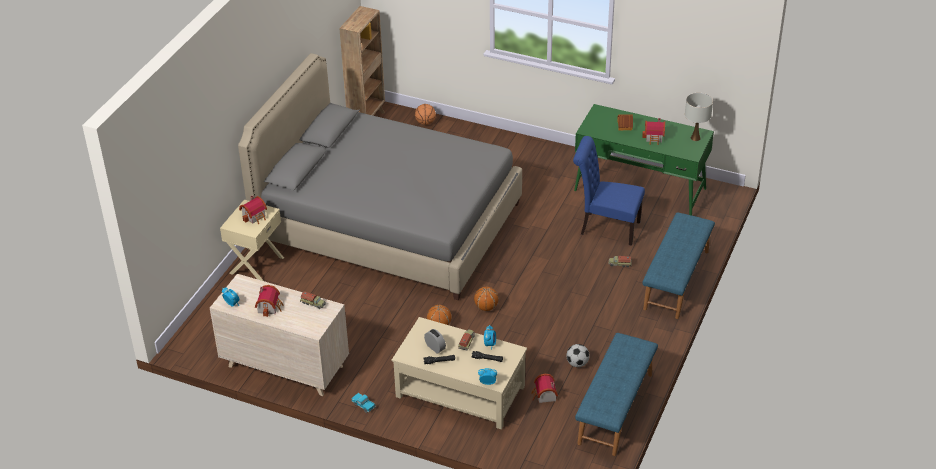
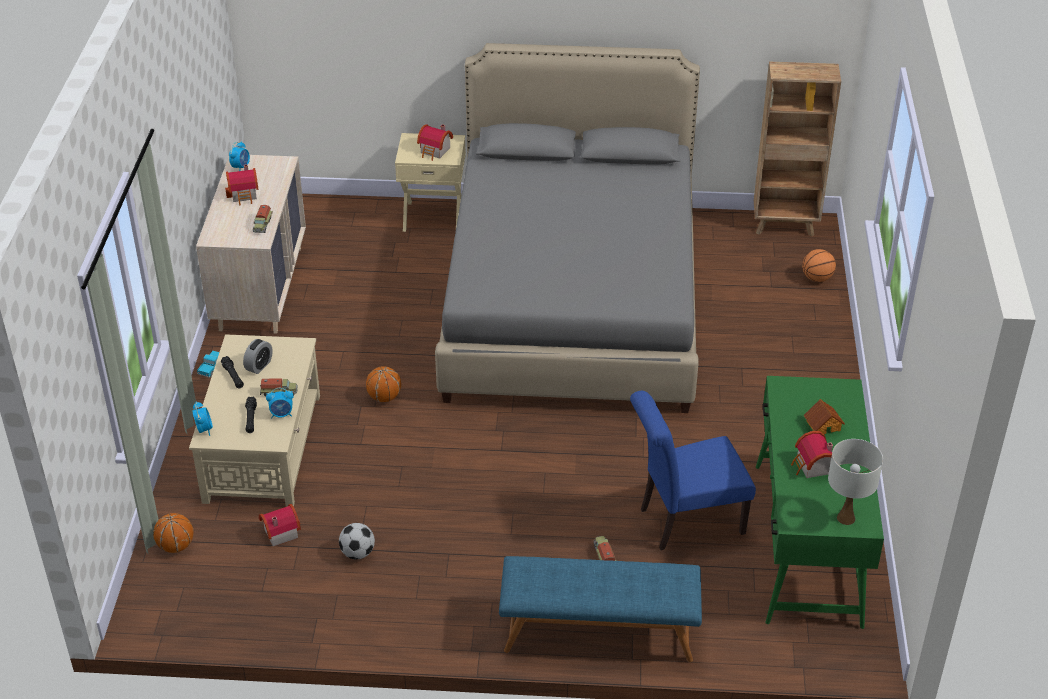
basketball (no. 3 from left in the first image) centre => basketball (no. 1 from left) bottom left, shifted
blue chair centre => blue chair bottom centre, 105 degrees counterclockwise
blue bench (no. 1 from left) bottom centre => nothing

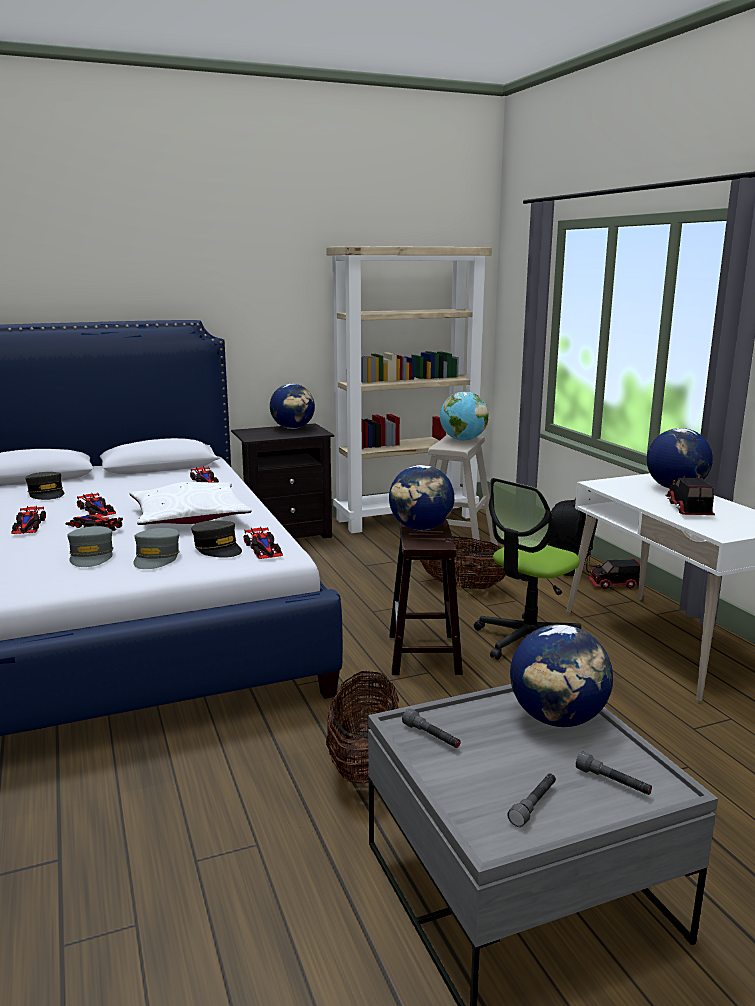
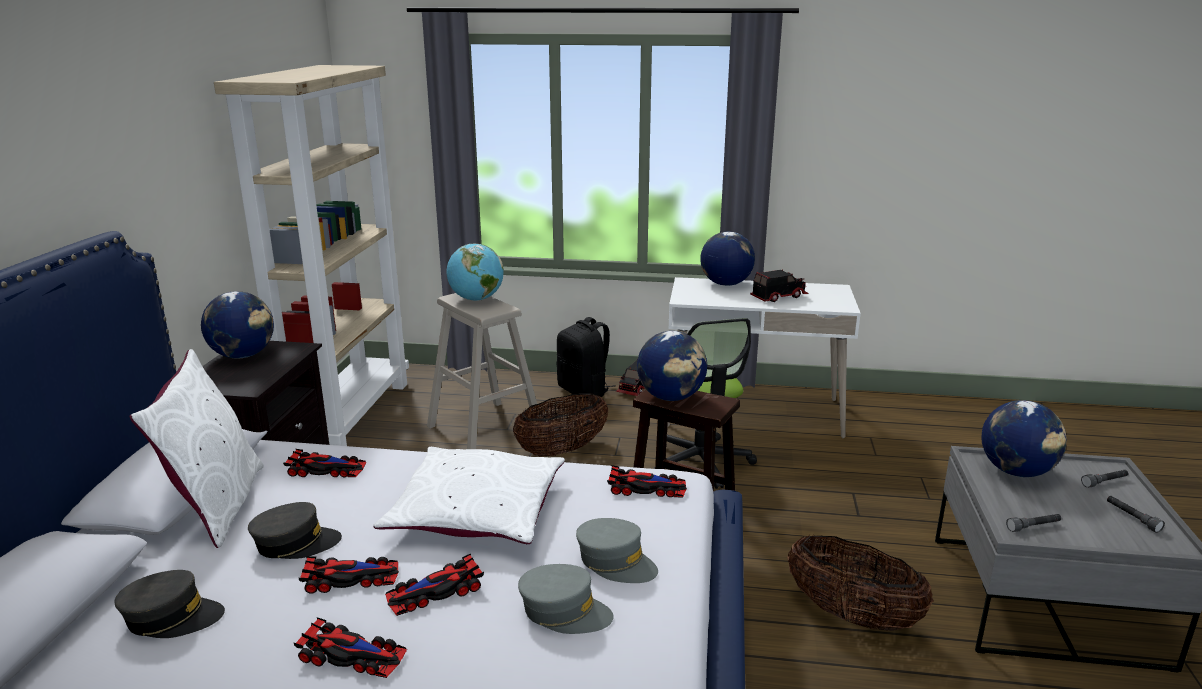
grey cap (no. 4 from left in the first image) middle left => grey cap (no. 2 from left) bottom left, shifted
toy truck (no. 2 from left) middle right => toy truck (no. 2 from left) centre, 120 degrees clockwise
nothing => white pillow (no. 1 from left) middle left

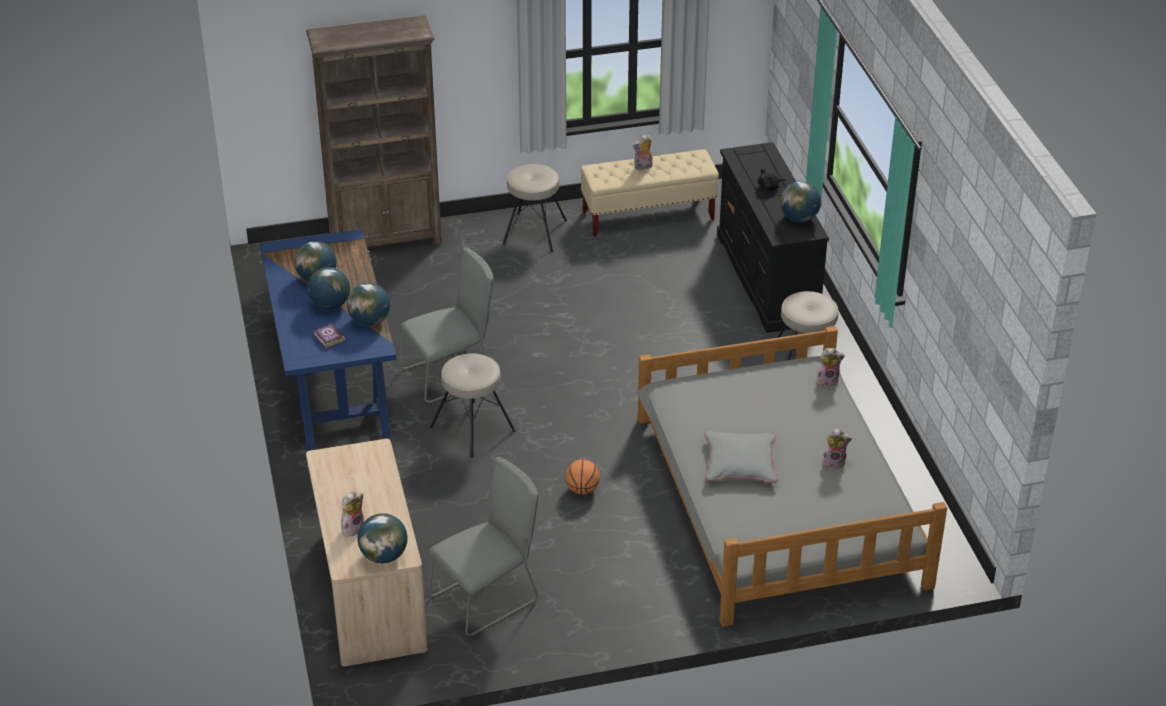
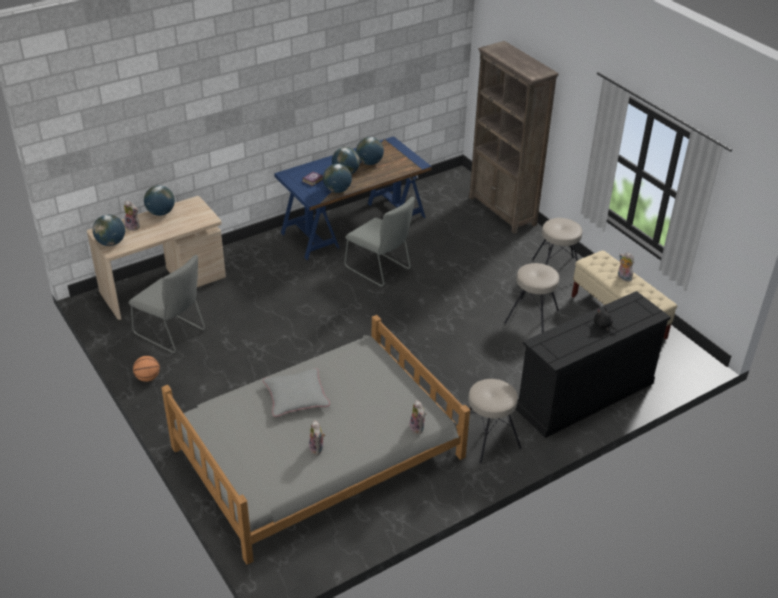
beige stool (no. 1 from left in the first image) centre => beige stool (no. 2 from left) middle right, shifted
basketball bottom centre => basketball middle left, shifted
globe (no. 5 from left in the first image) top right => globe (no. 2 from left) middle left, shifted

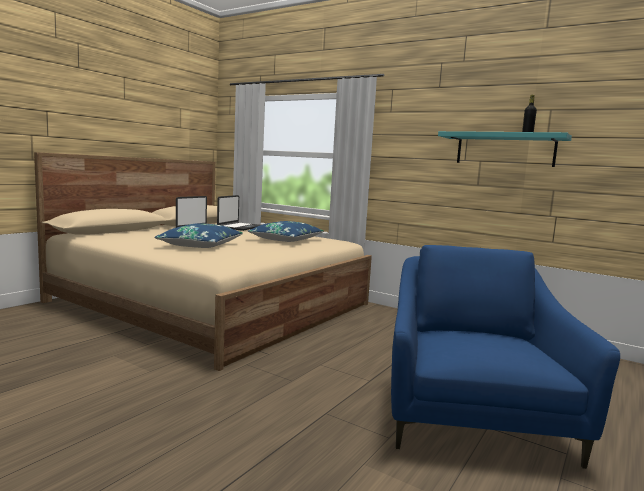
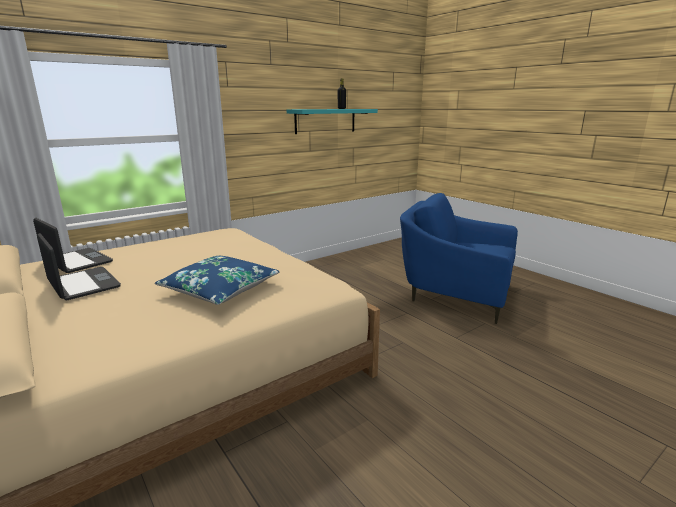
blue pillow (no. 2 from left) centre => nothing

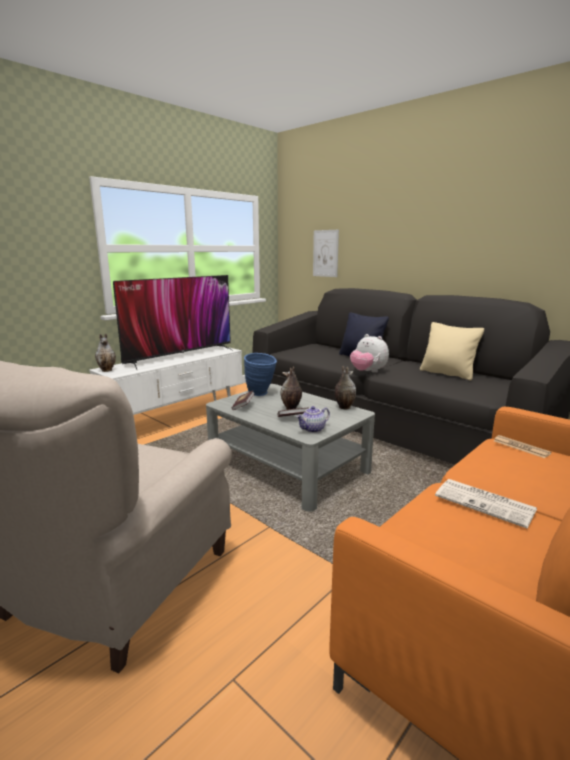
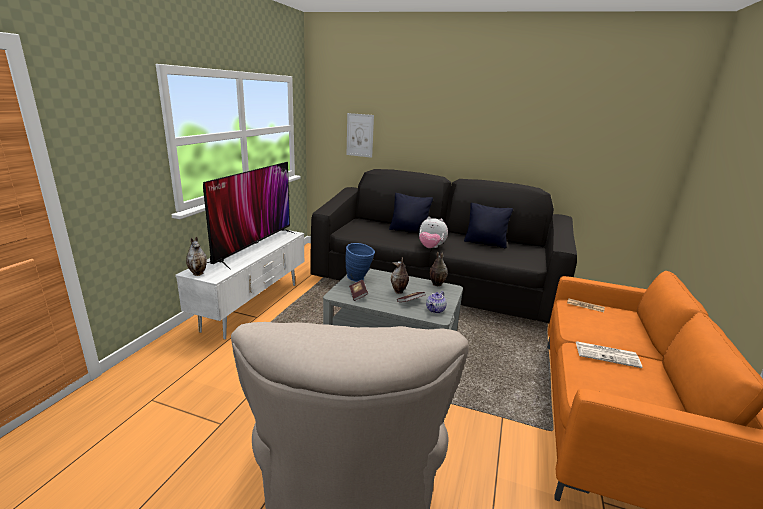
beige pillow middle right => black pillow (no. 2 from left) centre

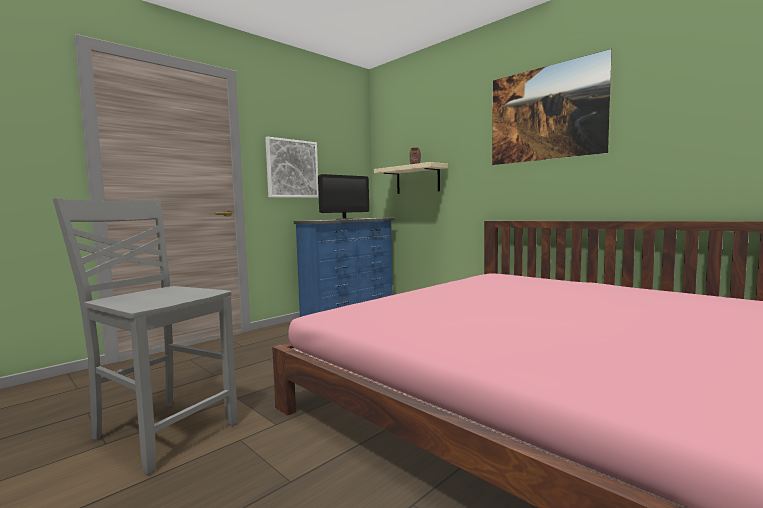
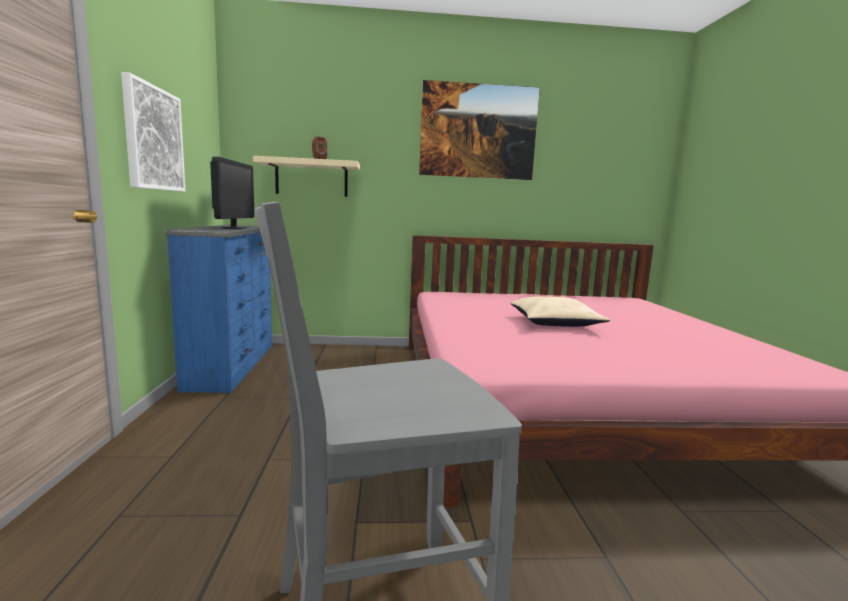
nothing => beige pillow centre

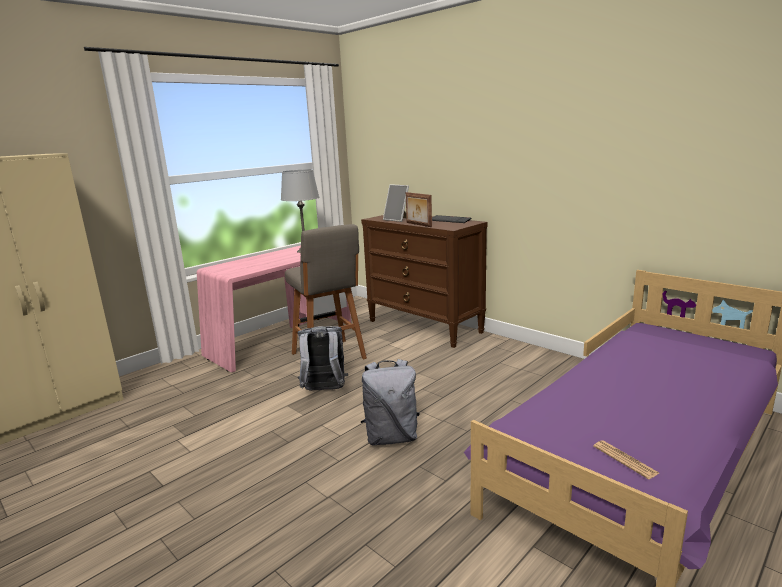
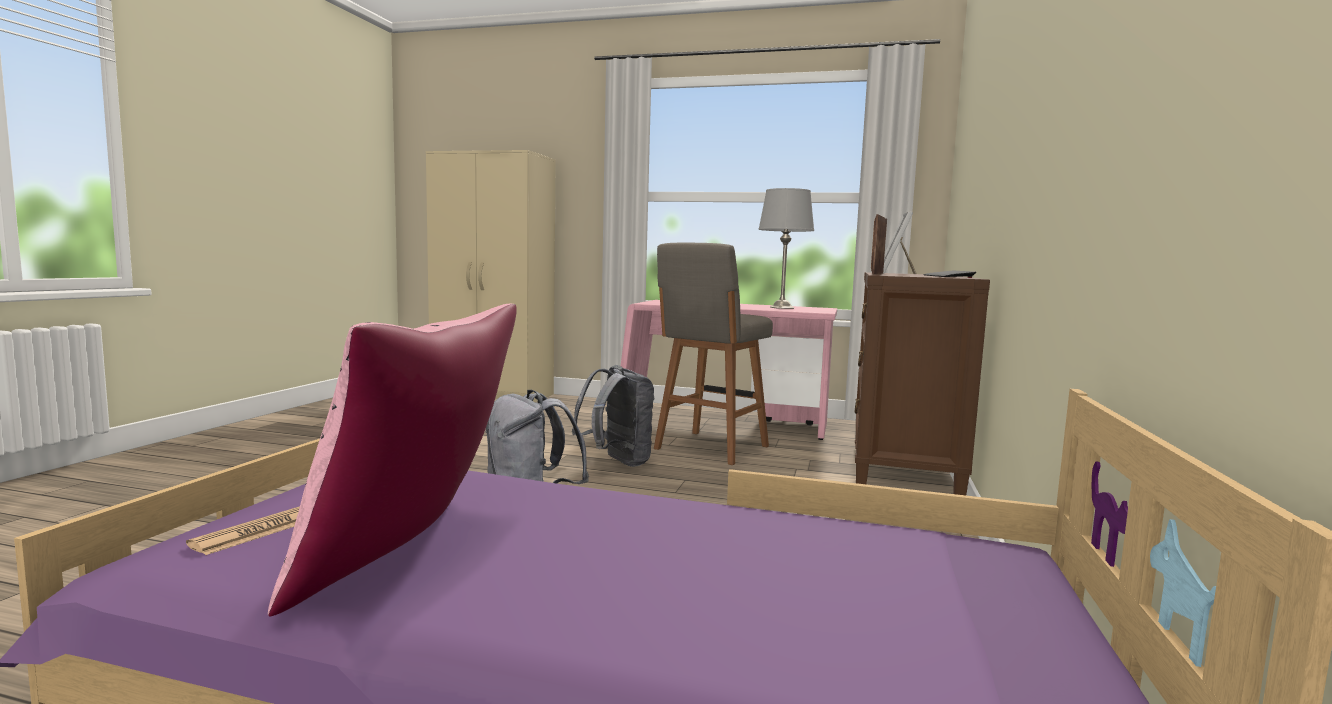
nothing => pink pillow middle left

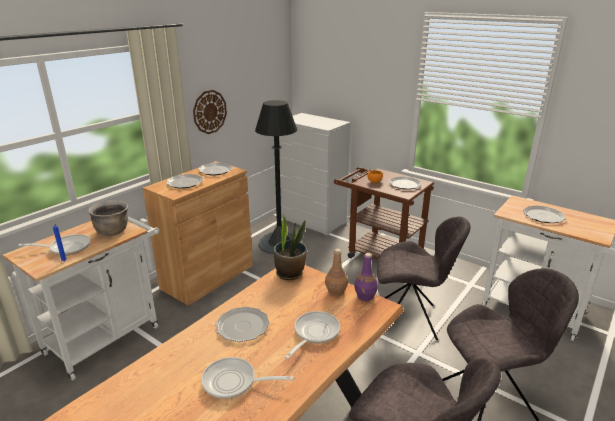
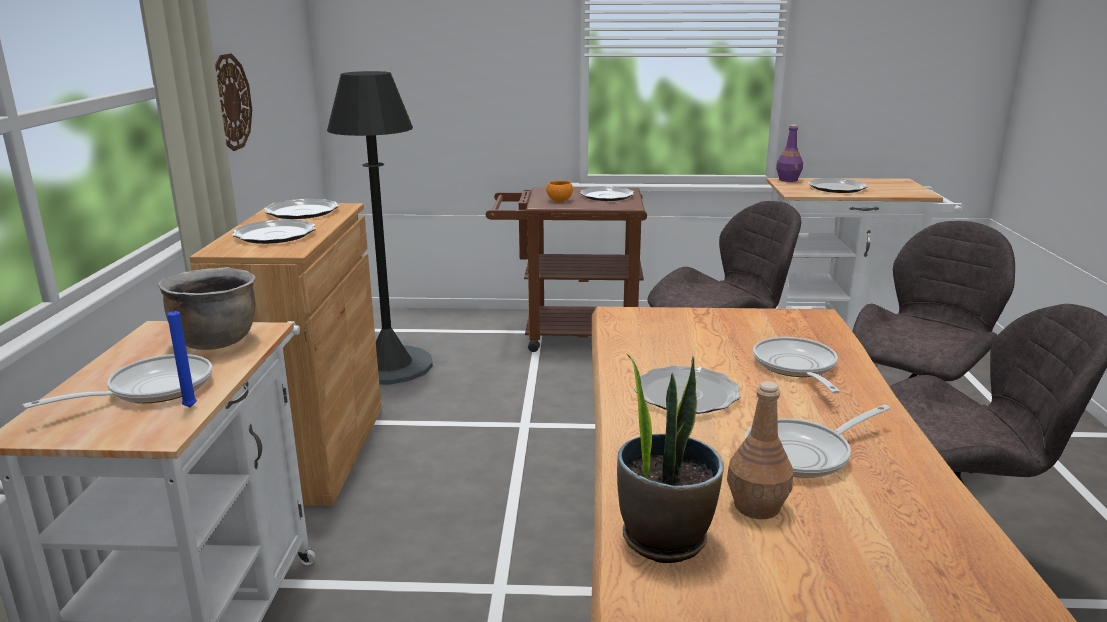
potted plant centre => potted plant bottom centre, shifted
white dresser centre => nothing
brown bottle centre => brown bottle bottom right, shifted
purple bottle centre => purple bottle top right, shifted

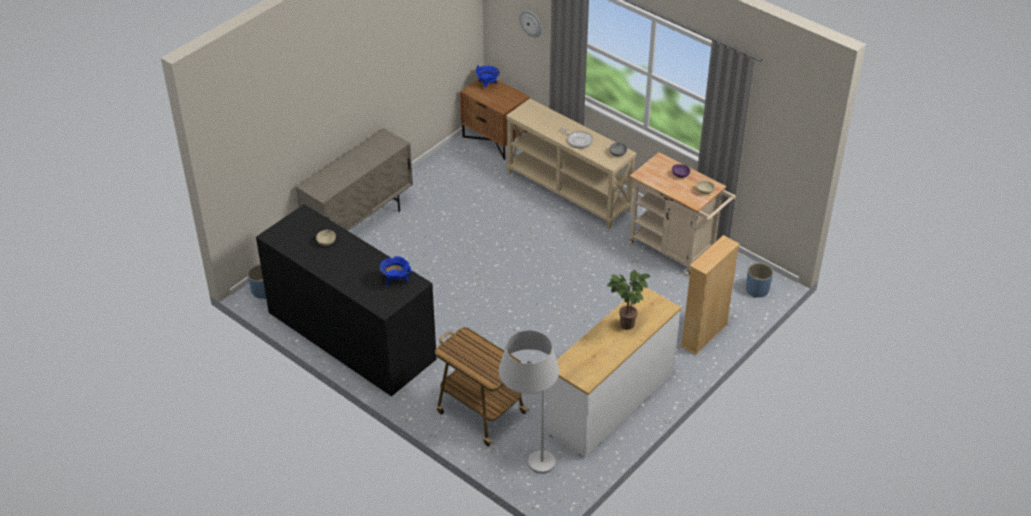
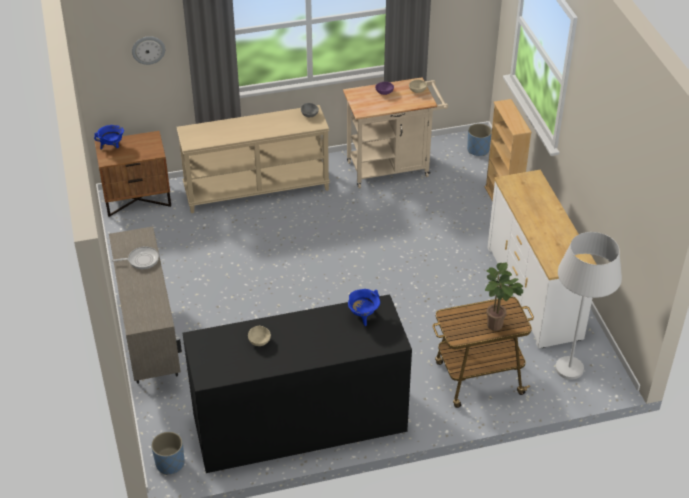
frying pan top centre => frying pan middle left, shifted
potted plant centre => potted plant middle right, shifted

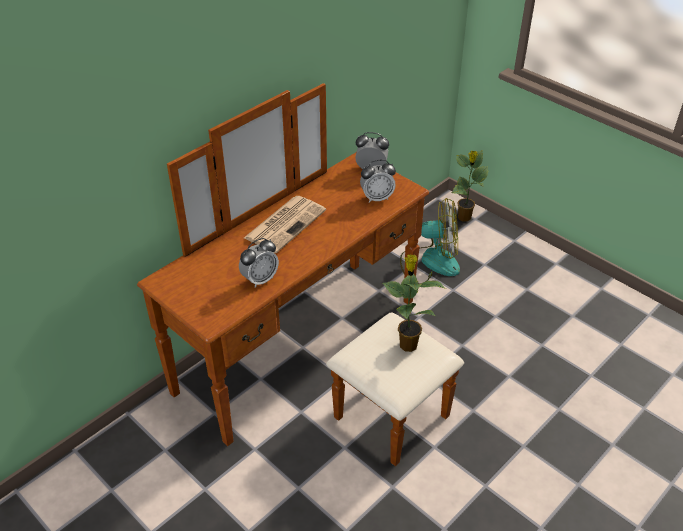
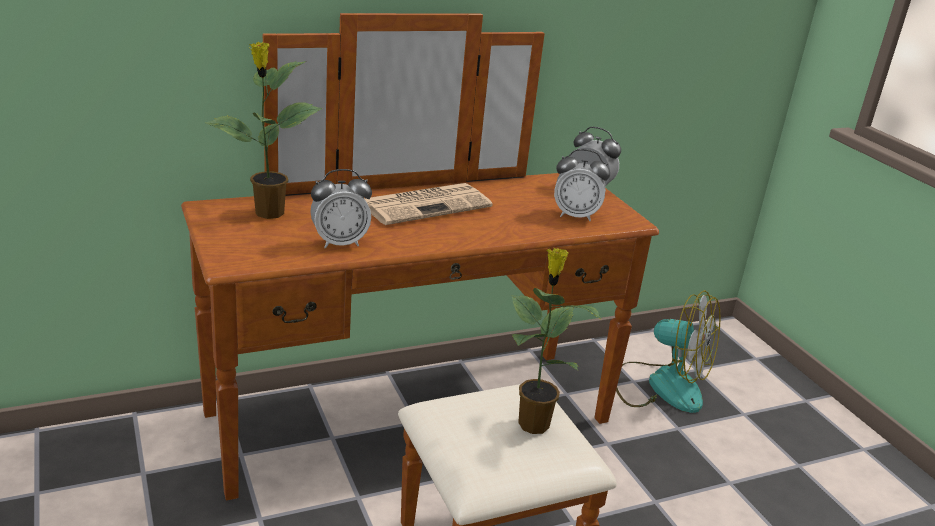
potted plant (no. 2 from left in the first image) middle right => potted plant (no. 1 from left) top left, shifted

